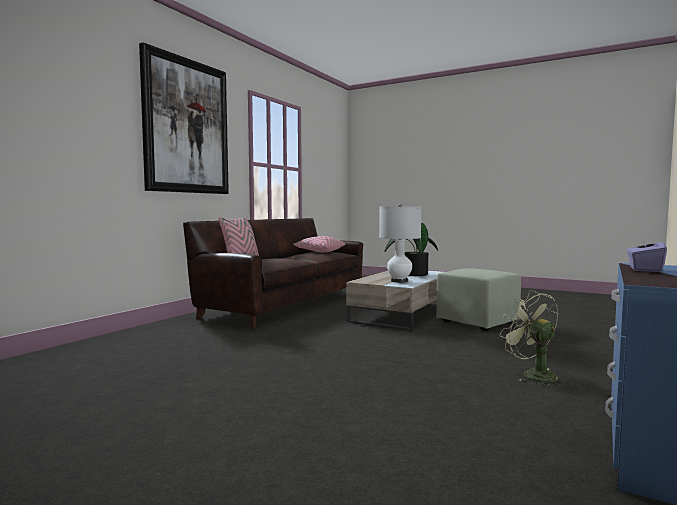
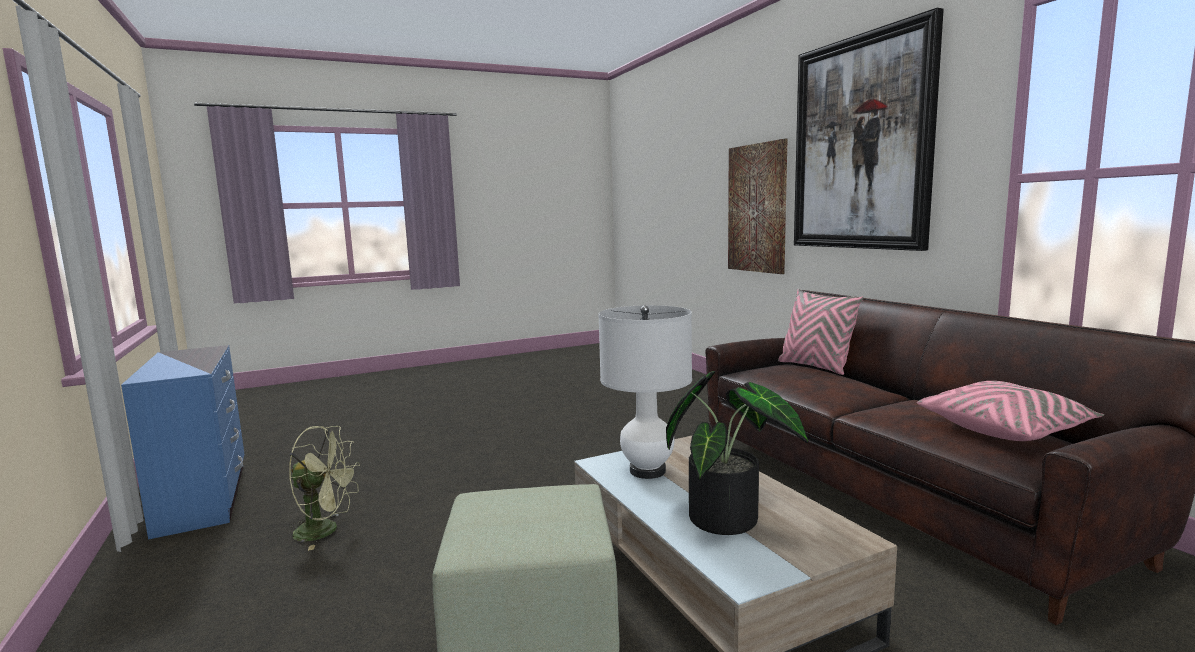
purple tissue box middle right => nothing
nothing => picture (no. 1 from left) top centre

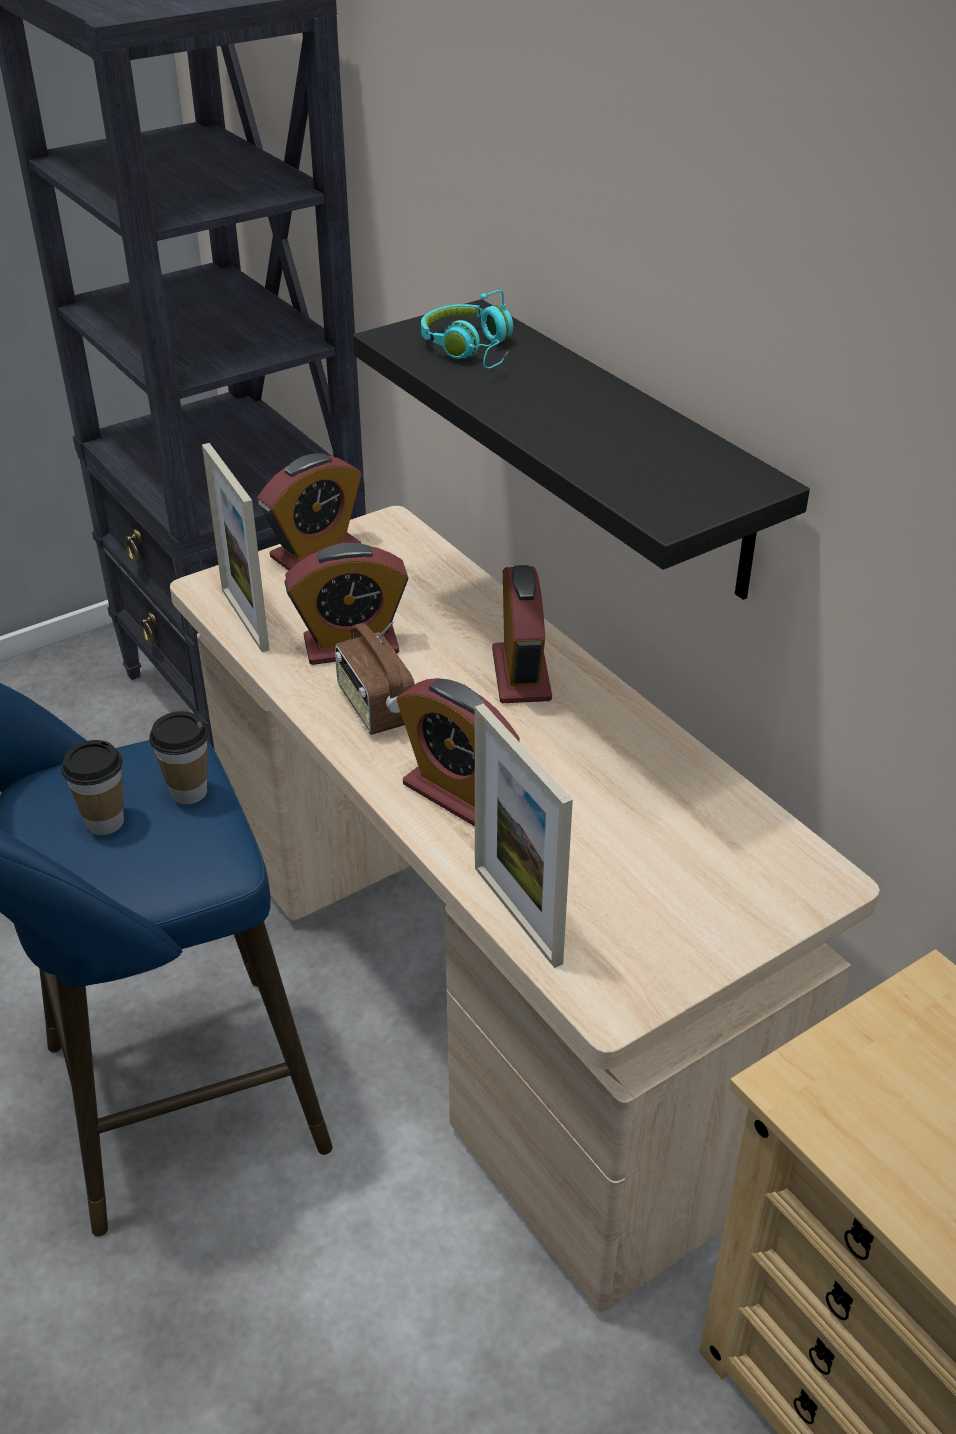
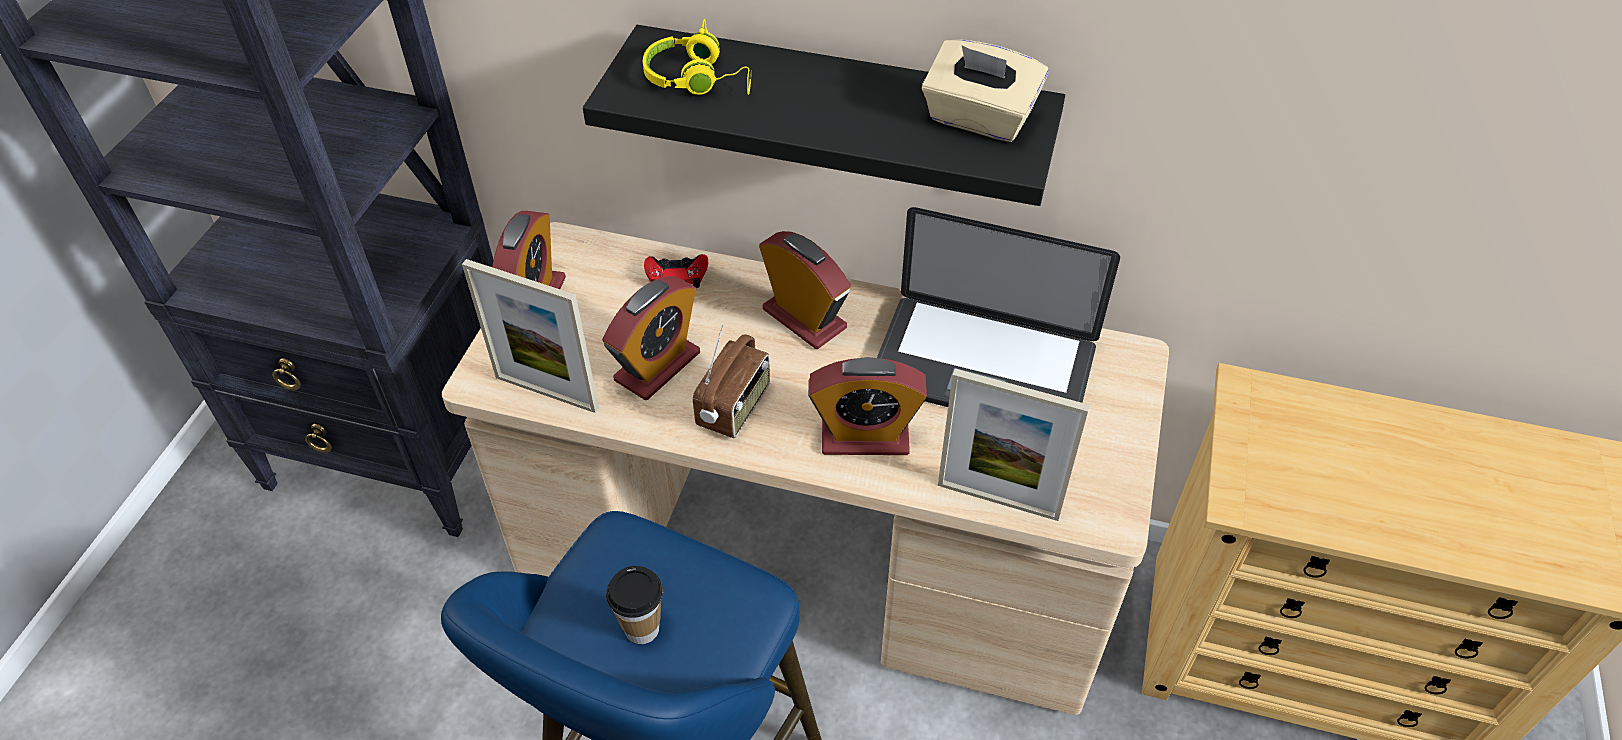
cup (no. 2 from left) middle left => nothing
radio centre, 90 degrees counterclockwise
turquoise headphones top centre => yellow headphones top centre
nothing => red game controller centre
nothing => laptop centre
nothing => beige tissue box top centre

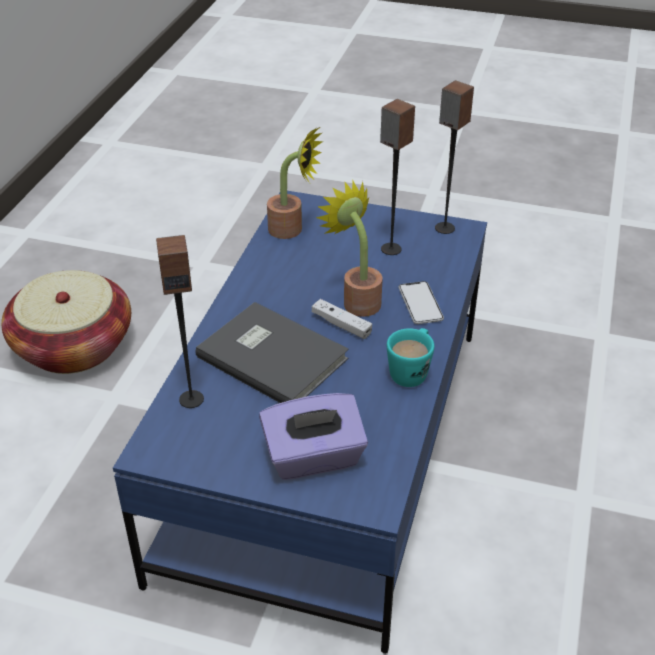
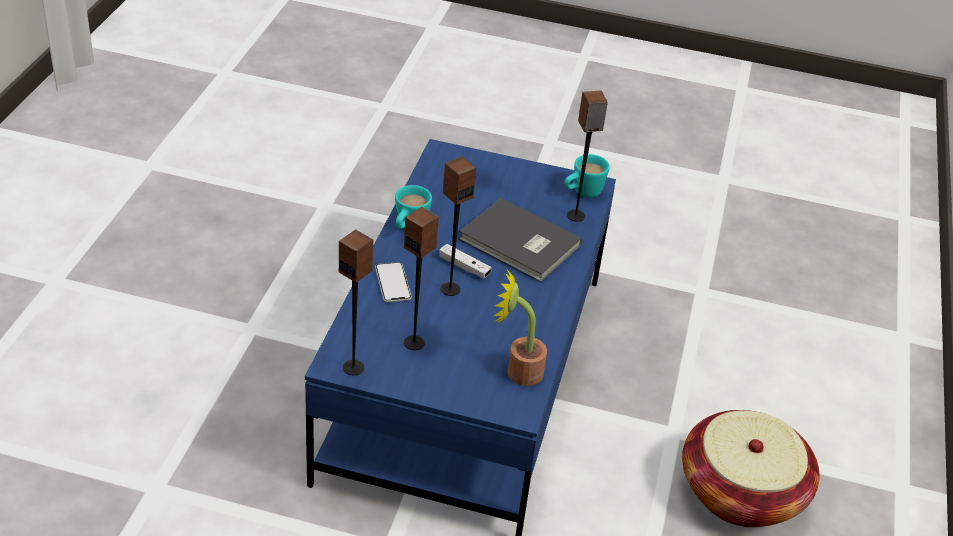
purple tissue box centre => nothing
potted plant (no. 2 from left) centre => speaker (no. 3 from left) centre
nothing => turquoise mug (no. 2 from left) top centre

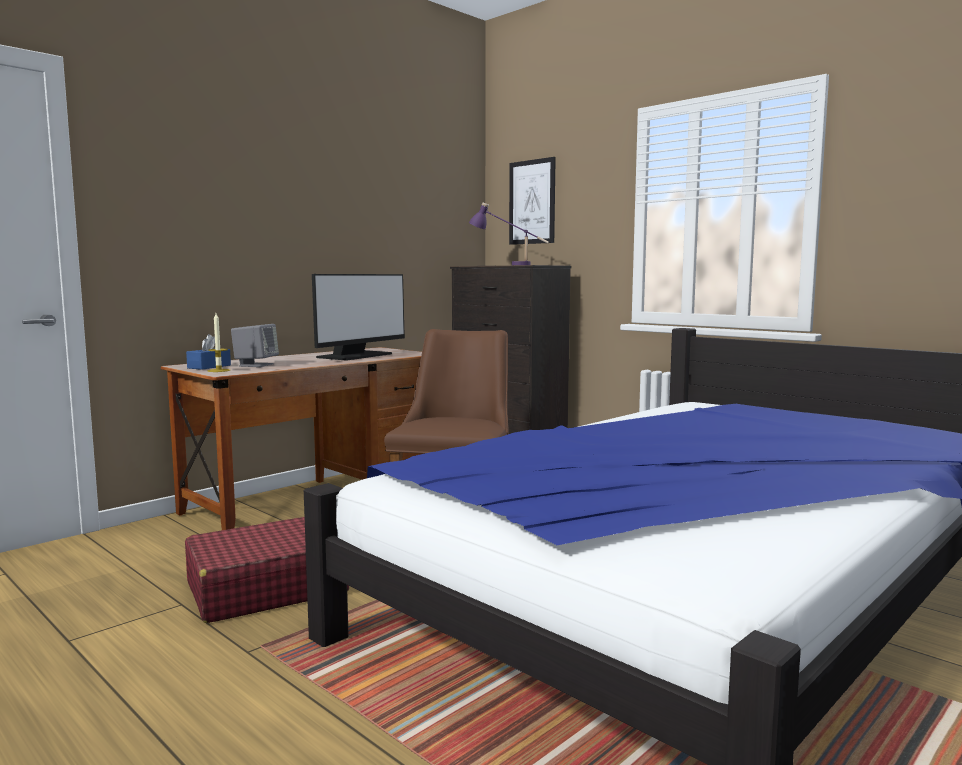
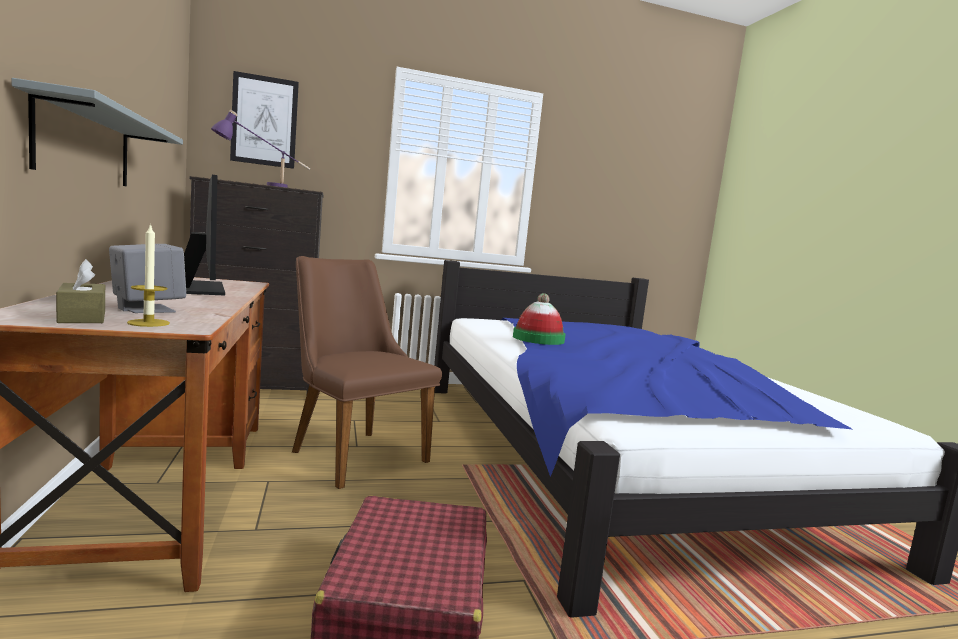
blue tissue box middle left => brown tissue box middle left
nothing => grey shelf top left
nothing => hat centre

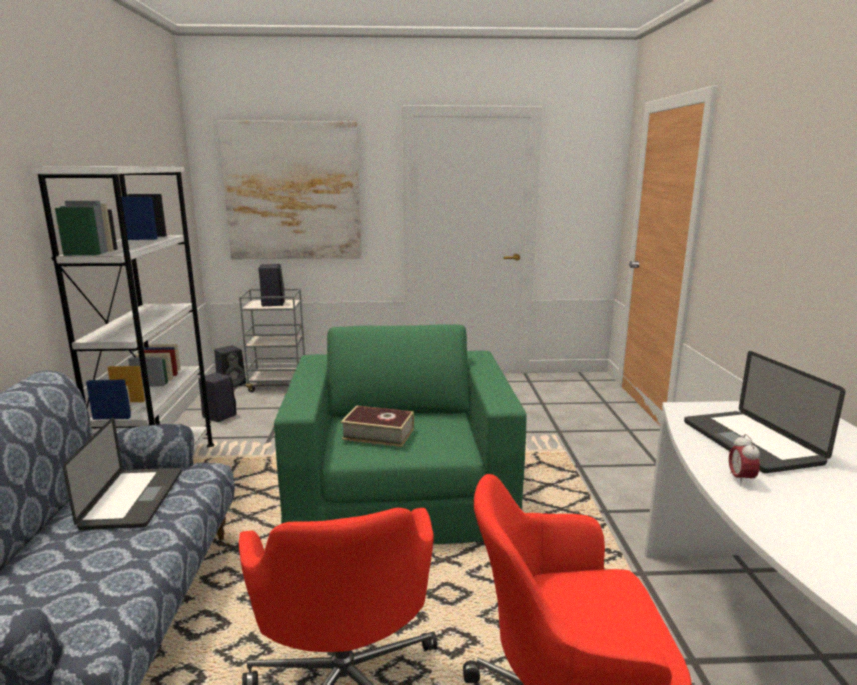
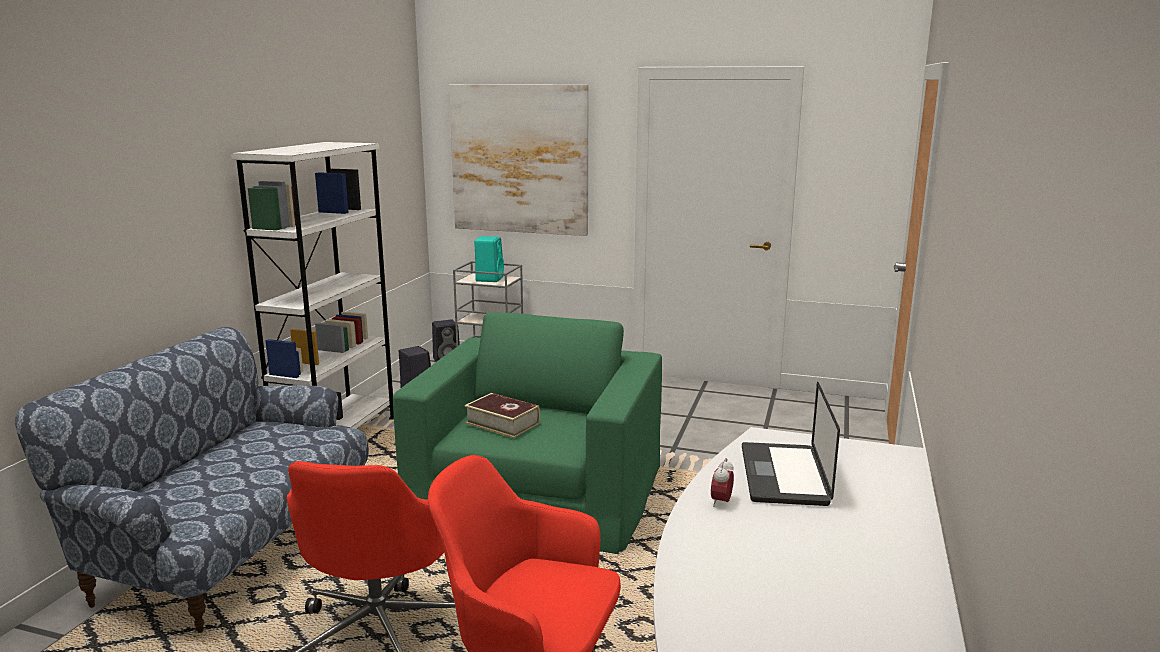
laptop (no. 1 from left) bottom left => nothing
black speaker (no. 3 from left) middle left => turquoise speaker centre

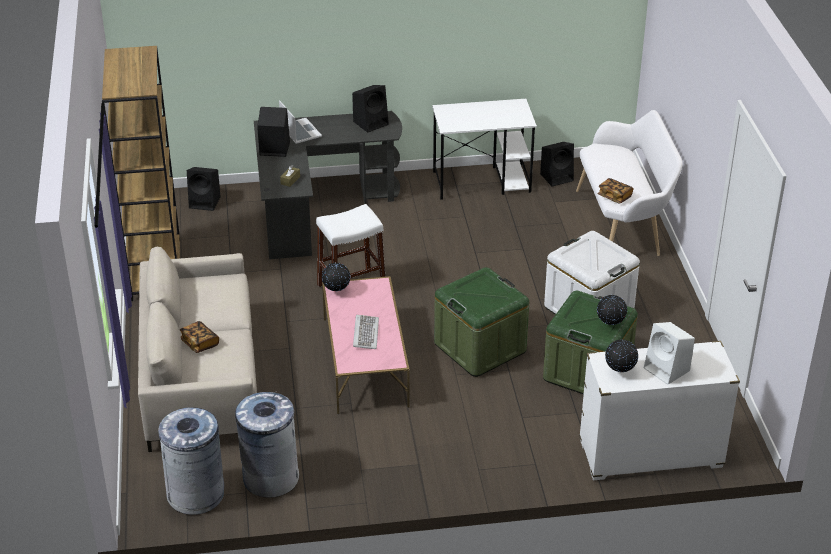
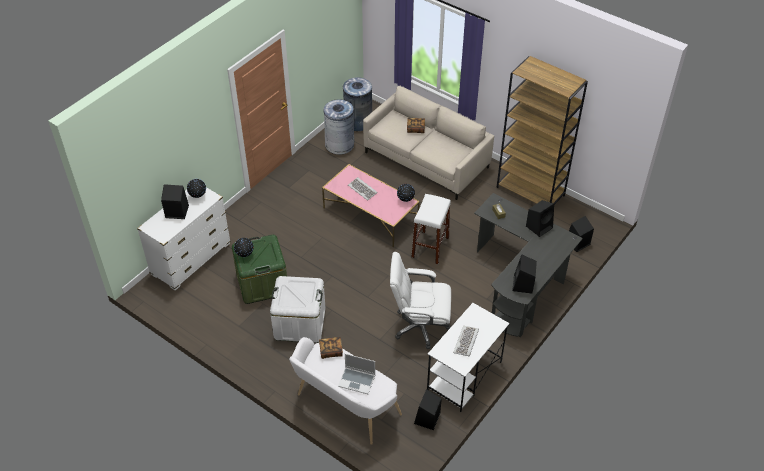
laptop top centre => laptop bottom centre, shifted
green storage box (no. 1 from left) centre => nothing
white speaker middle right => black speaker (no. 1 from left) middle left
nothing => white office chair centre
nothing => keyboard (no. 2 from left) bottom centre

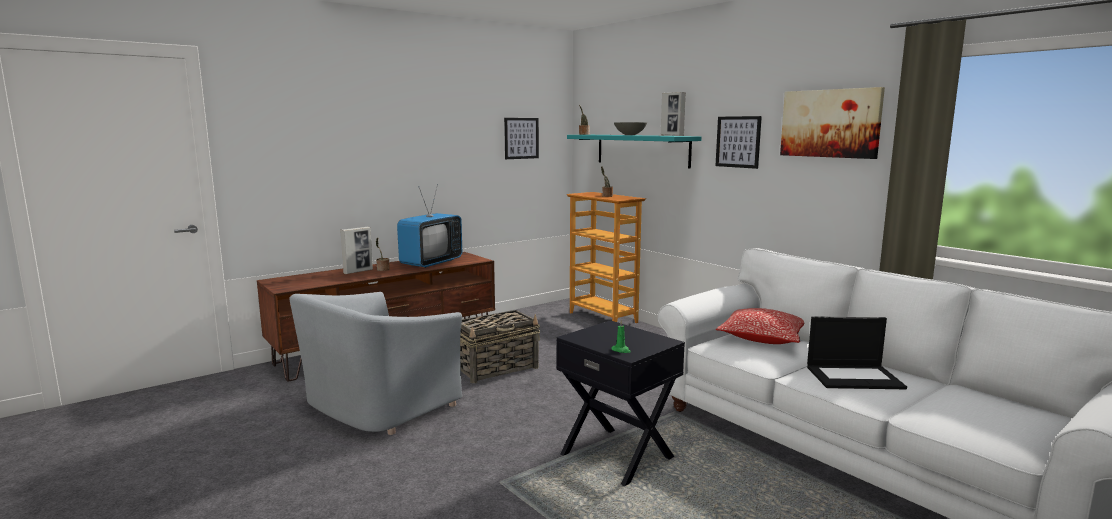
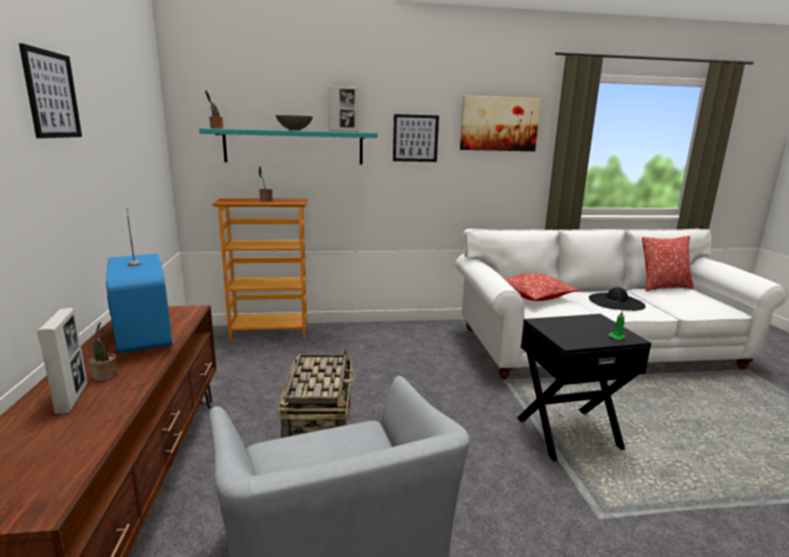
picture (no. 1 from left) top centre => picture (no. 1 from left) top left, shifted
laptop bottom right => black hat middle right
nothing => pillow (no. 2 from left) middle right

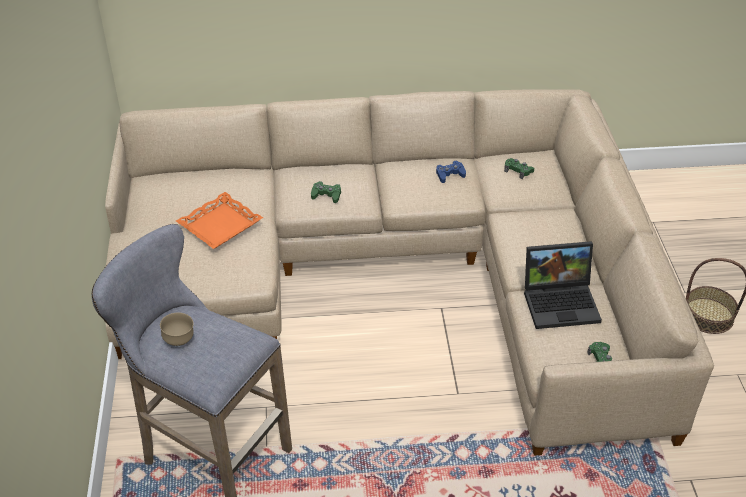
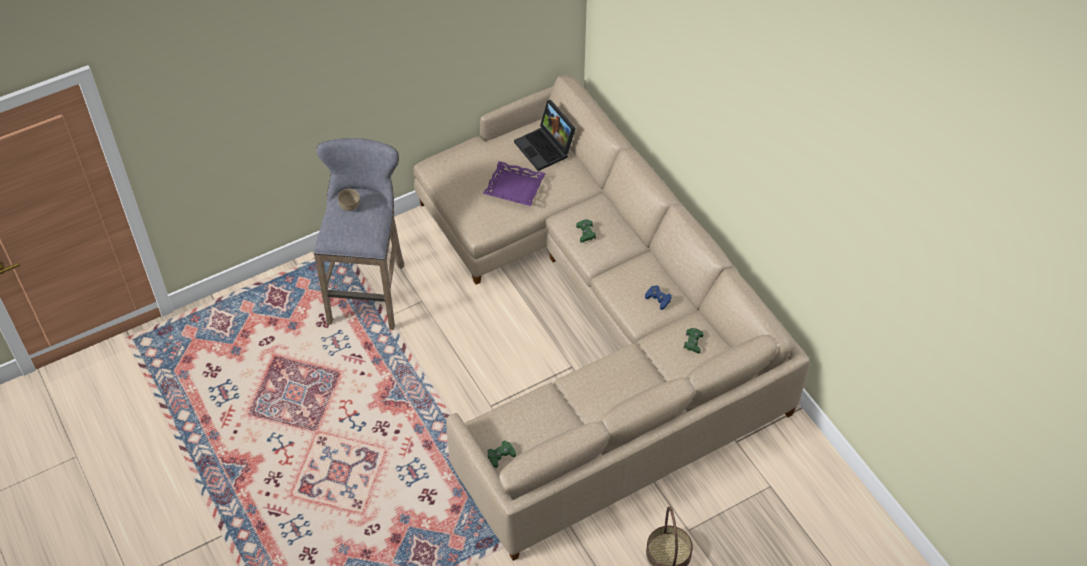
orange tray middle left => purple tray top centre
laptop middle right => laptop top centre, shifted

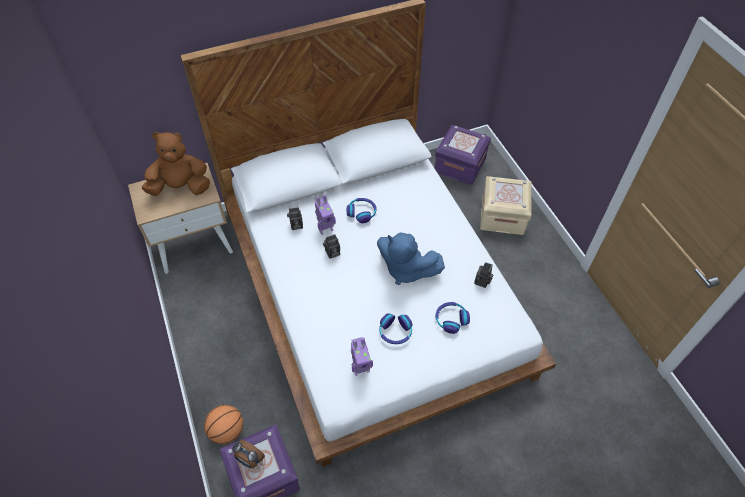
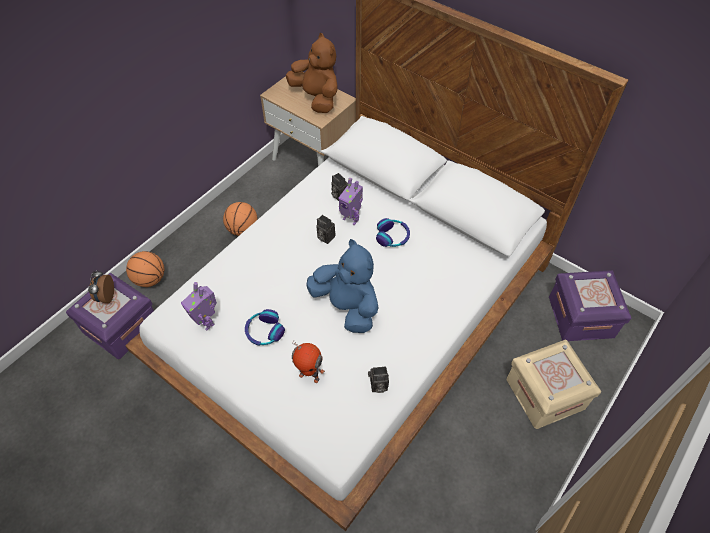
blue plush toy centre, 135 degrees clockwise
headphones (no. 3 from left) centre => toy robot (no. 2 from left) bottom centre
nothing => basketball (no. 2 from left) centre

